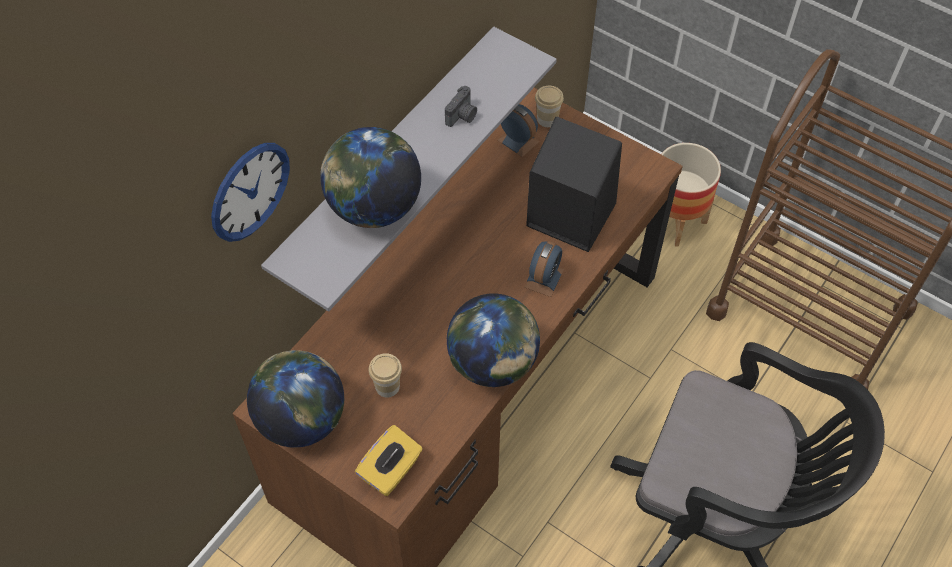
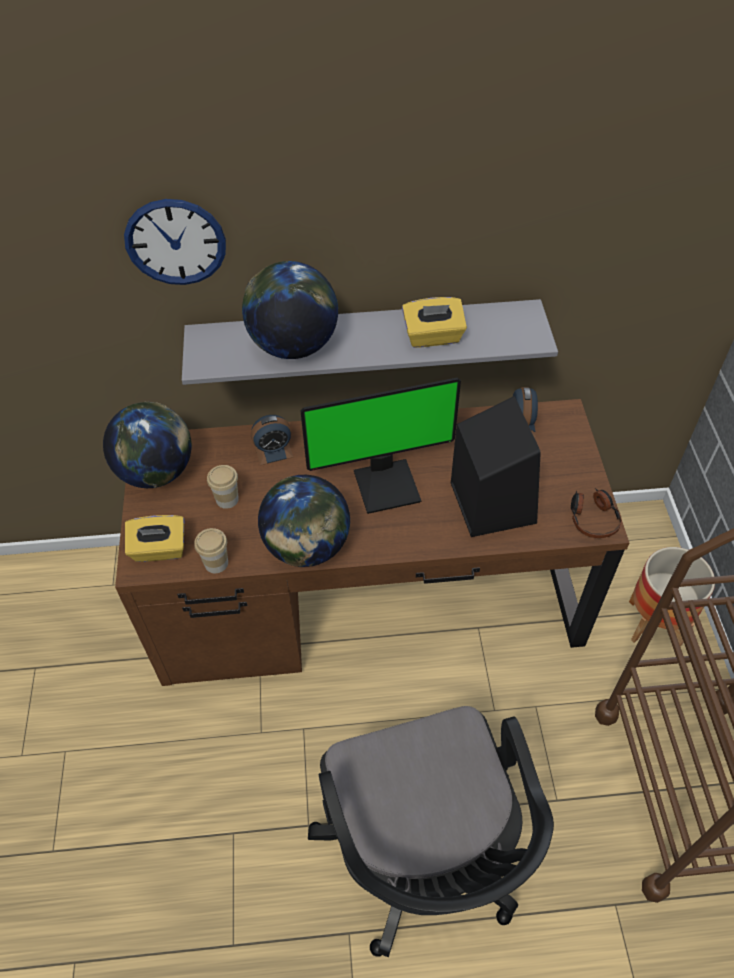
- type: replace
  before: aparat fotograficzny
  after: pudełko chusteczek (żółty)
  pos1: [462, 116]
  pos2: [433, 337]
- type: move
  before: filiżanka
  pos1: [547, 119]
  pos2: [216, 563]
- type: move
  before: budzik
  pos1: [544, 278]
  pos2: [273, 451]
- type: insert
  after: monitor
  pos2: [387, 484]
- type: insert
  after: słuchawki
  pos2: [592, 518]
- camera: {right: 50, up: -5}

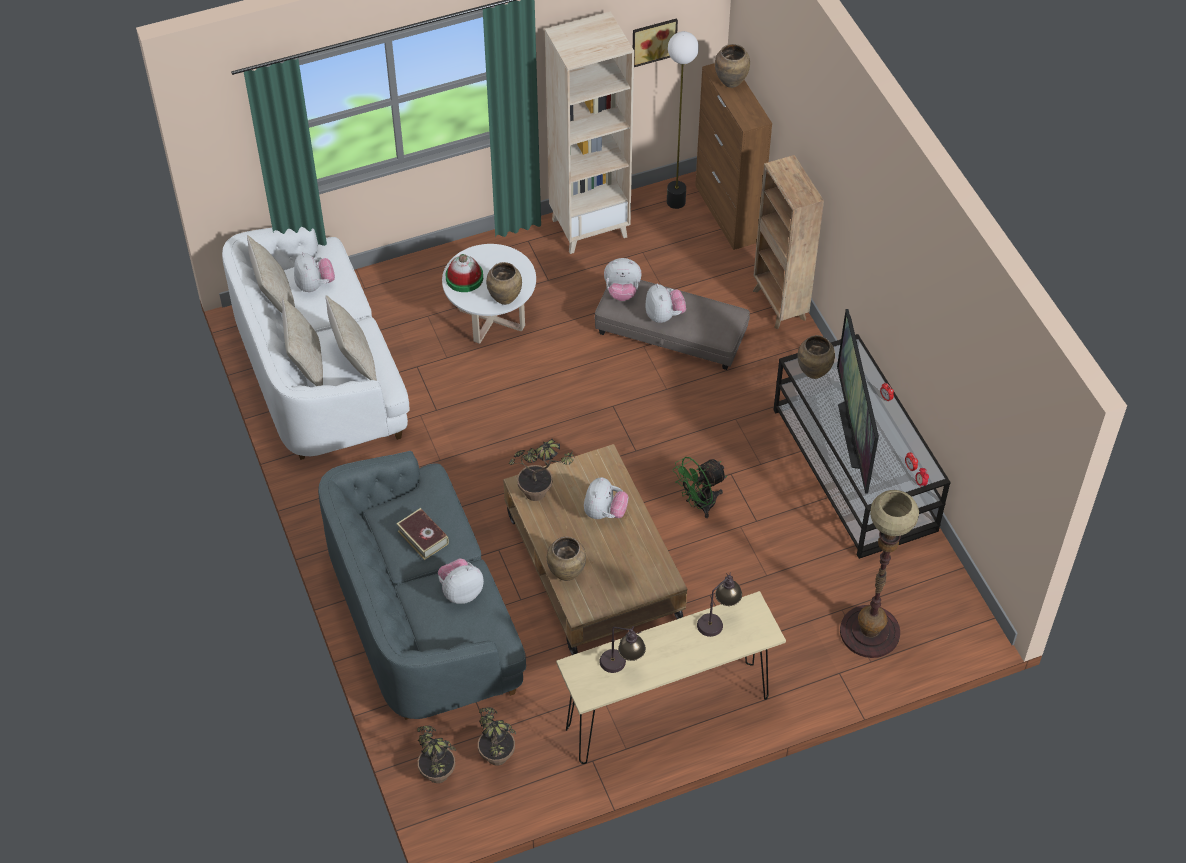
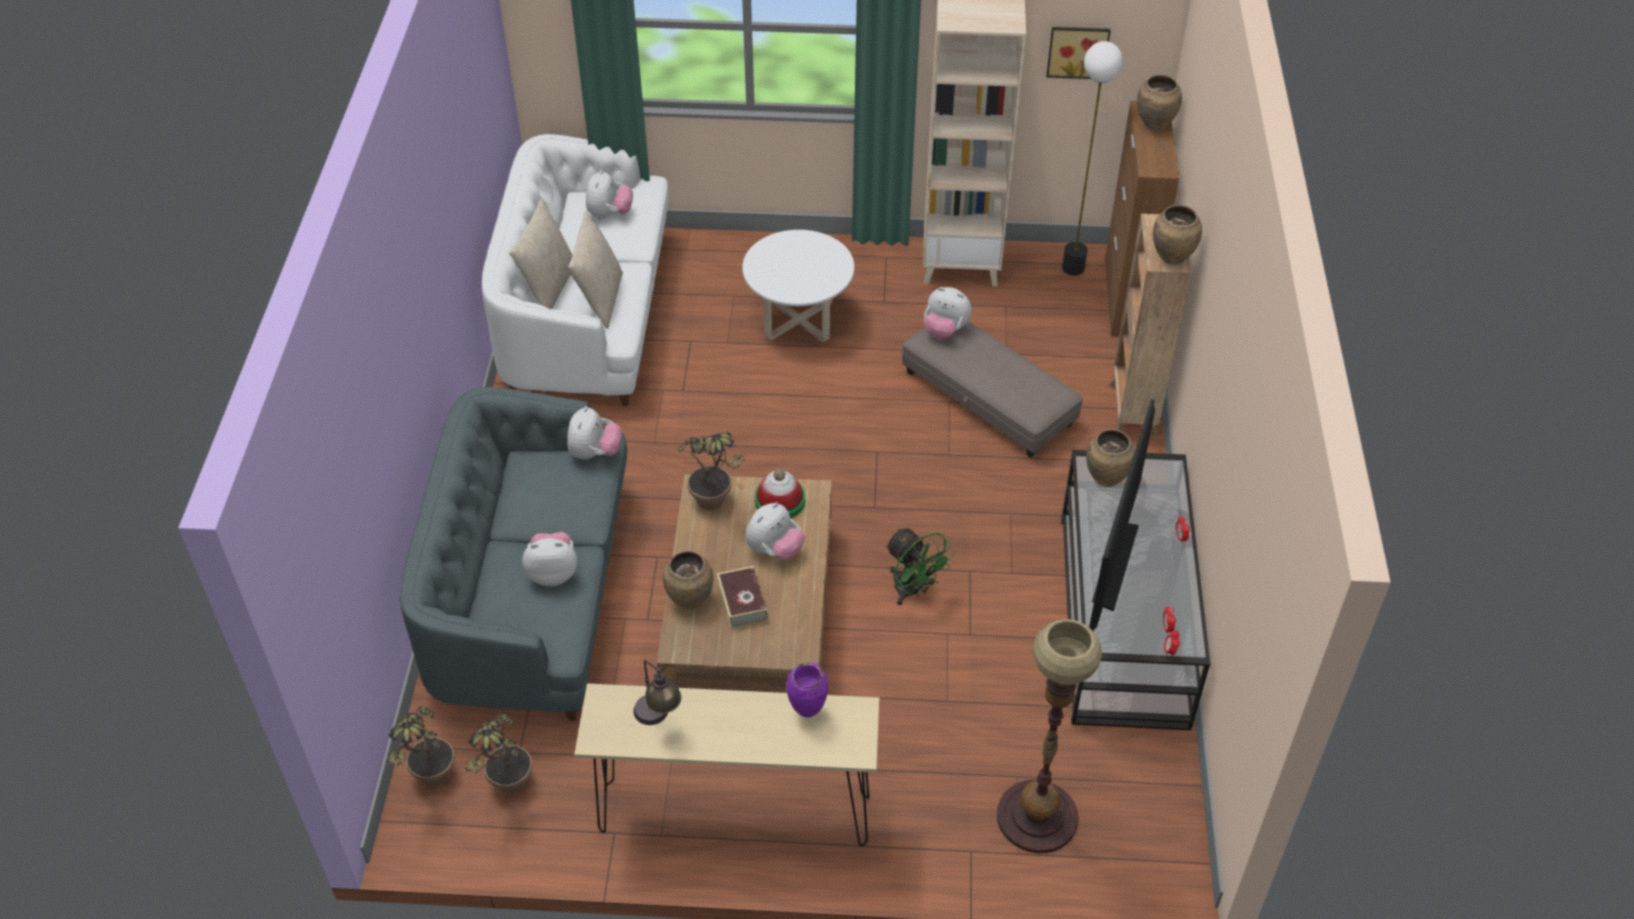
- type: delete
  before: poduszka (beżowy)
  pos1: [276, 301]
- type: move
  before: kapelusz
  pos1: [464, 278]
  pos2: [780, 501]
- type: move
  before: wazon (brązowy)
  pos1: [505, 298]
  pos2: [1172, 257]
- type: move
  before: pluszak
  pos1: [664, 316]
  pos2: [595, 453]
- type: rotate
  before: wentylator (zielony)
  pos1: [699, 504]
  pos2: [913, 591]
  turn: -120
- type: move
  before: książka
  pos1: [423, 537]
  pos2: [742, 602]
- type: replace
  before: lampa stołowa
  after: wazon (fioletowy)
  pos1: [718, 620]
  pos2: [806, 712]
- camera: {right: 25, up: -5}

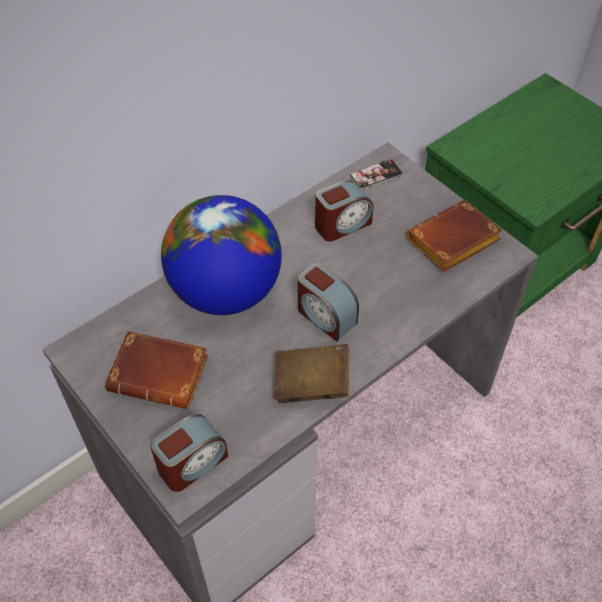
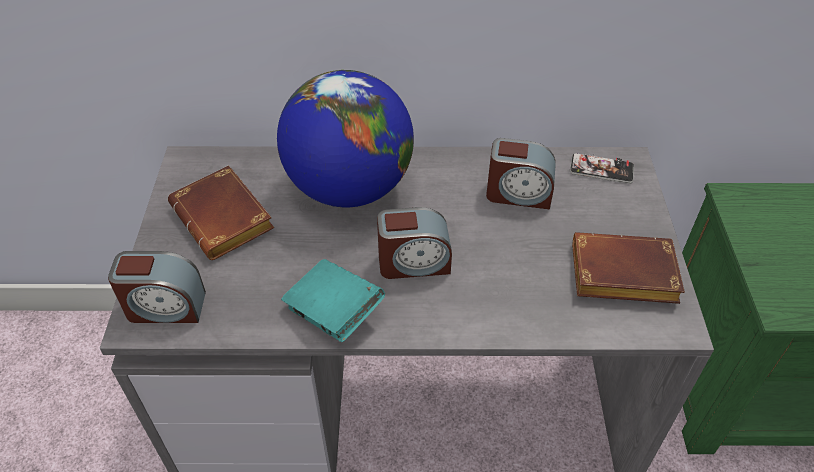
- type: rotate
  before: budzik
  pos1: [325, 316]
  pos2: [414, 263]
  turn: -90
- type: recolor
  before: książka (brązowy)
  after: książka (turkusowy)
  pos1: [311, 384]
  pos2: [334, 313]
- camera: {right: 40, up: -5}

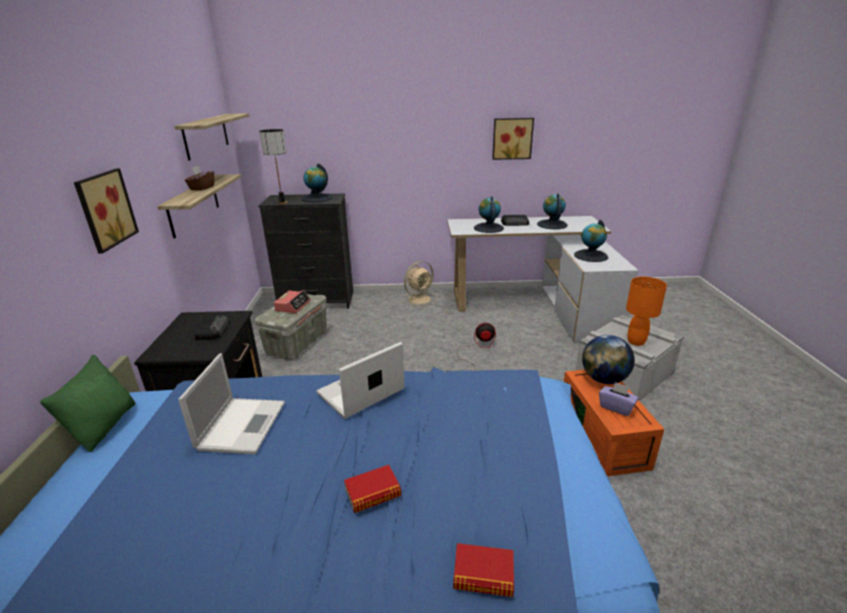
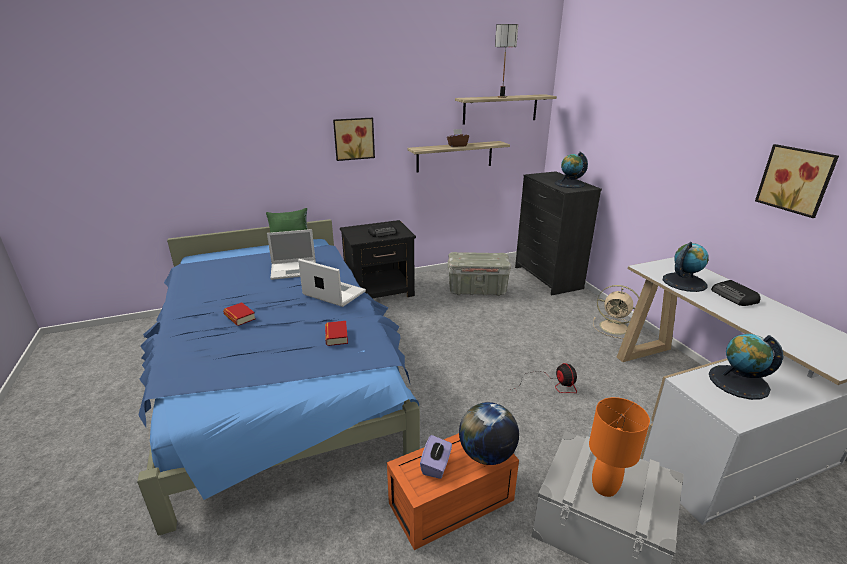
- type: move
  before: lampa stołowa
  pos1: [282, 203]
  pos2: [502, 97]
- type: delete
  before: globus
  pos1: [552, 224]
- type: delete
  before: budzik
  pos1: [293, 306]
- type: move
  before: książka
  pos1: [483, 575]
  pos2: [336, 336]
- camera: {right: 70, up: 0}

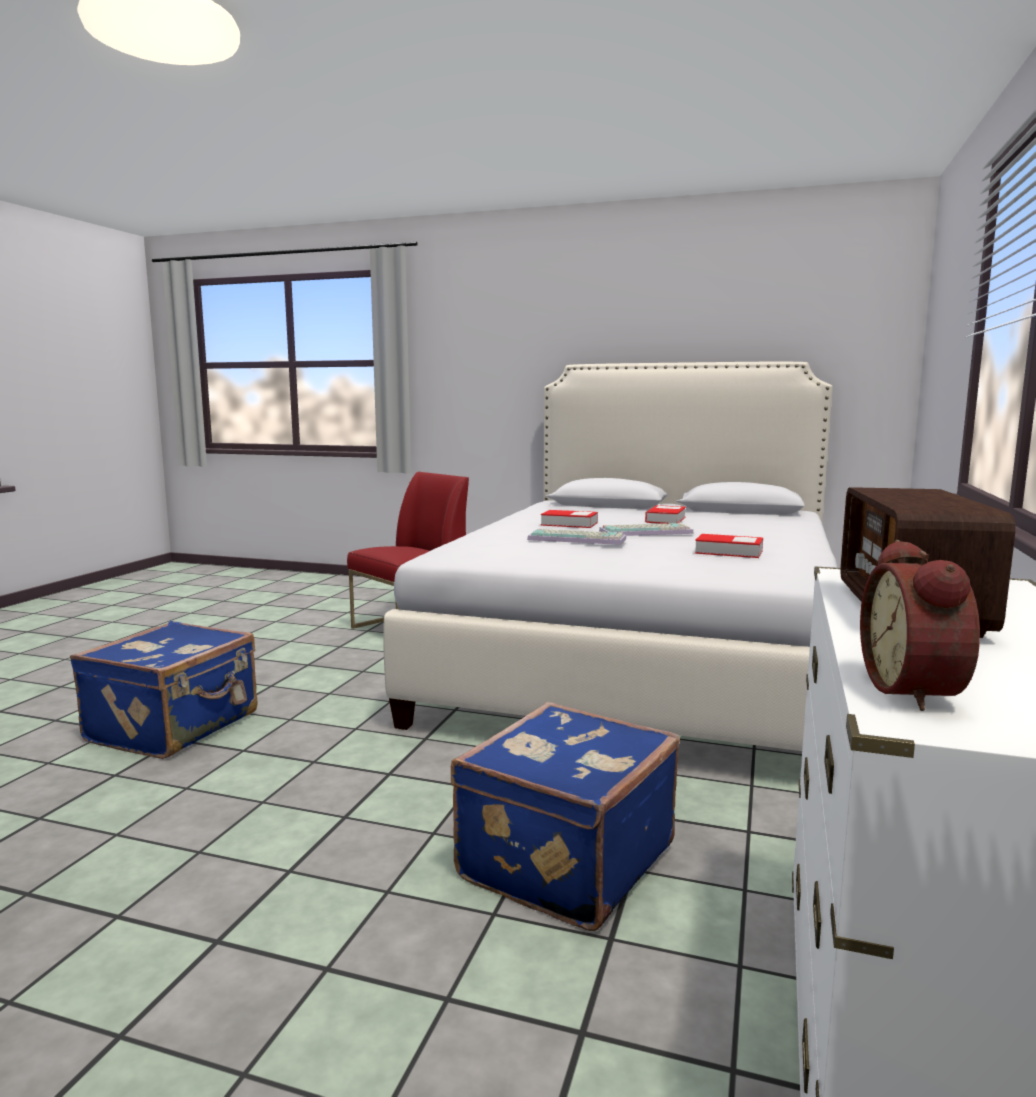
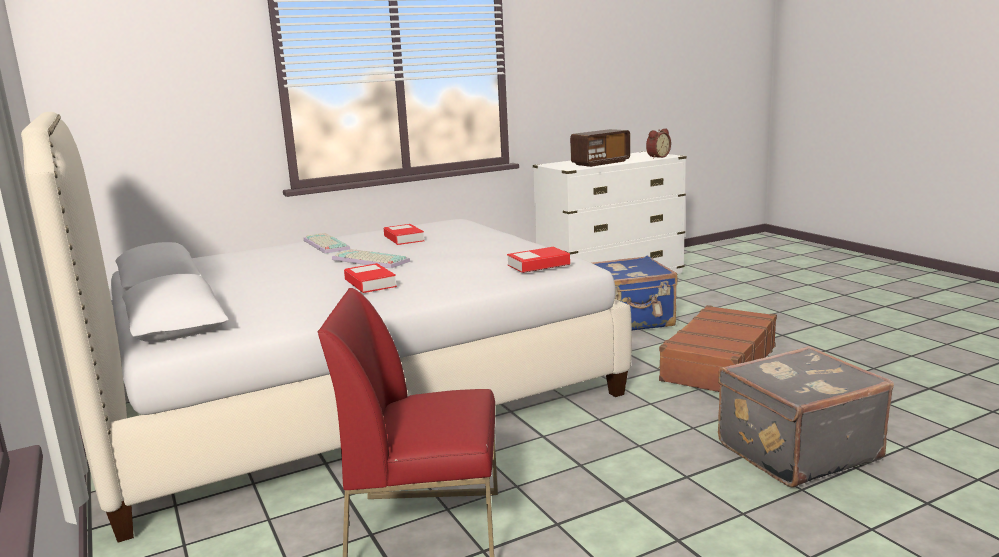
- type: move
  before: książka
  pos1: [665, 519]
  pos2: [538, 265]
- type: move
  before: klawiatura
  pos1: [578, 539]
  pos2: [324, 244]
- type: recolor
  before: walizka (niebieski)
  after: walizka (szary)
  pos1: [176, 727]
  pos2: [795, 450]
- type: insert
  after: walizka (brązowy)
  pos2: [718, 363]
- camera: {right: -135, up: 5}

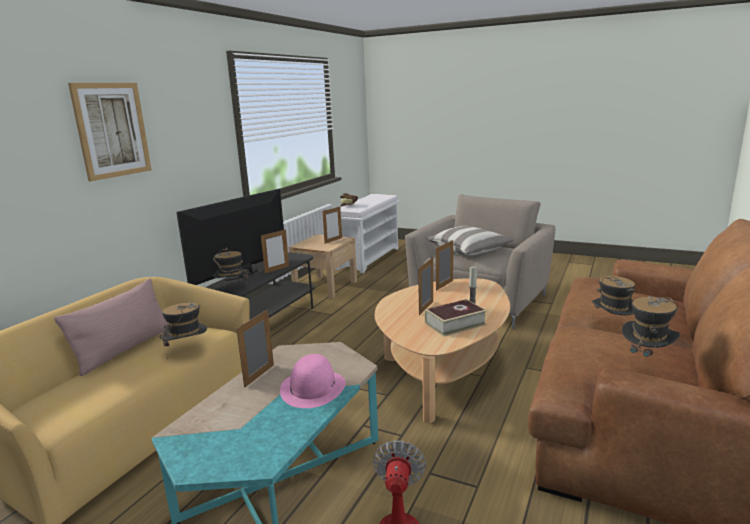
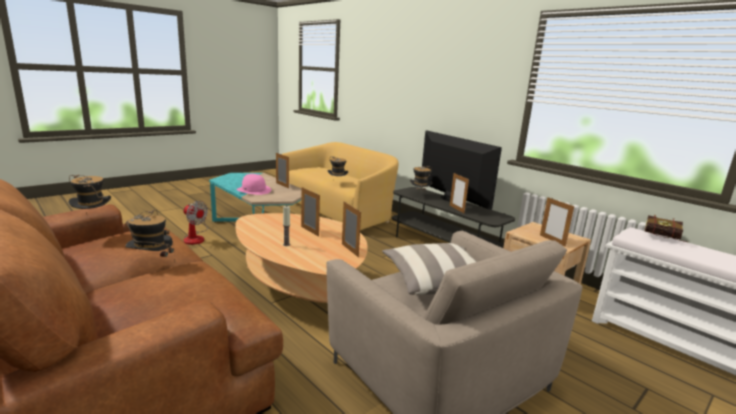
- type: delete
  before: obraz
  pos1: [112, 130]
- type: delete
  before: poduszka (różowy)
  pos1: [125, 349]
- type: delete
  before: książka
  pos1: [455, 324]
- camera: {right: 110, up: 0}

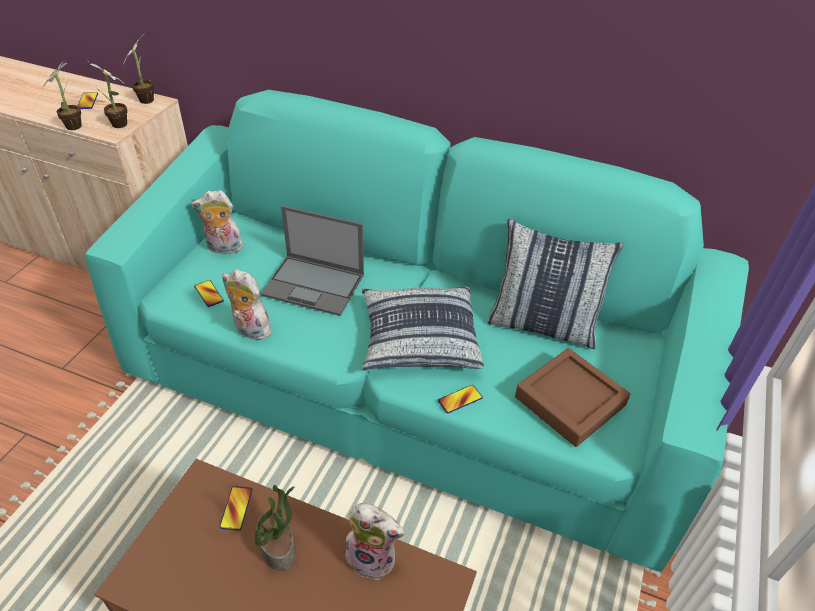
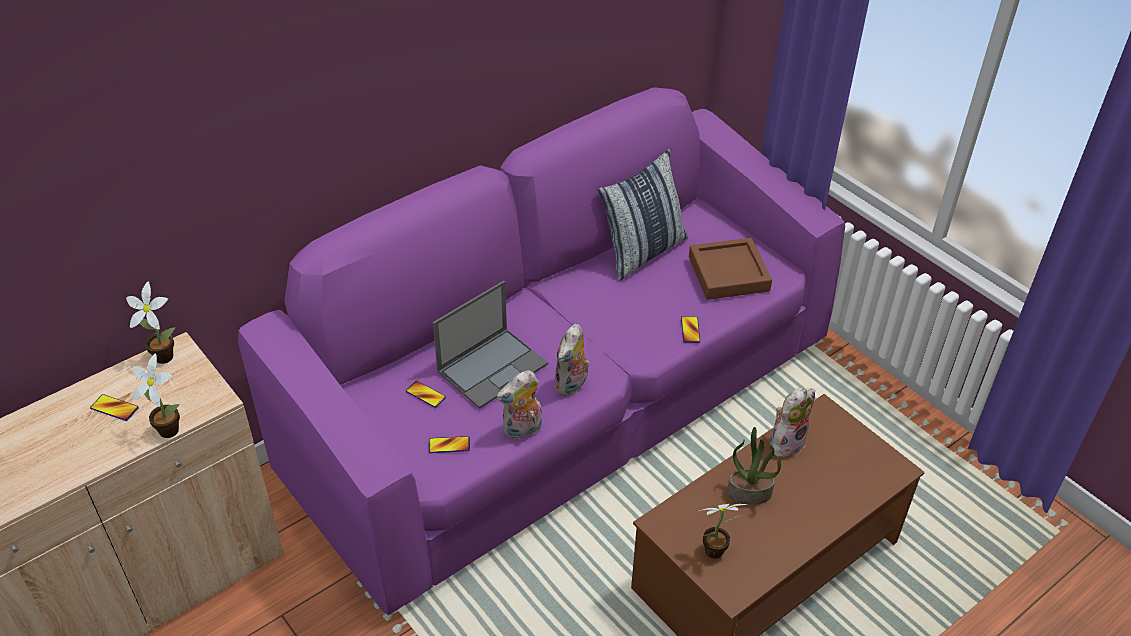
- type: move
  before: roślina doniczkowa
  pos1: [120, 125]
  pos2: [717, 551]
- type: recolor
  before: kanapa (turkusowy)
  after: kanapa (fioletowy)
  pos1: [405, 387]
  pos2: [563, 402]
- type: move
  before: pluszak
  pos1: [223, 248]
  pos2: [572, 385]
- type: delete
  before: poduszka
  pos1: [419, 338]
- type: move
  before: telefon
  pos1: [236, 508]
  pos2: [425, 395]
- camera: {right: -60, up: 0}

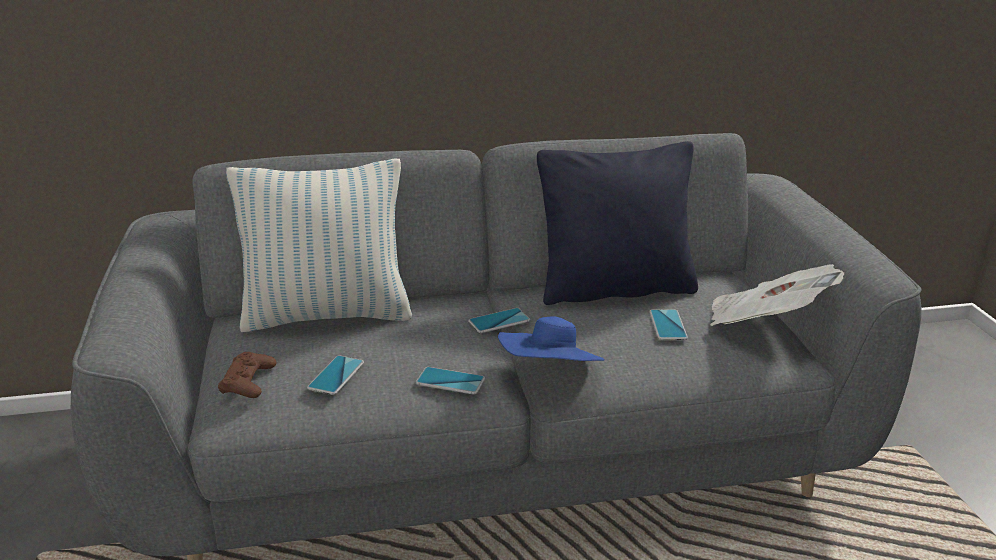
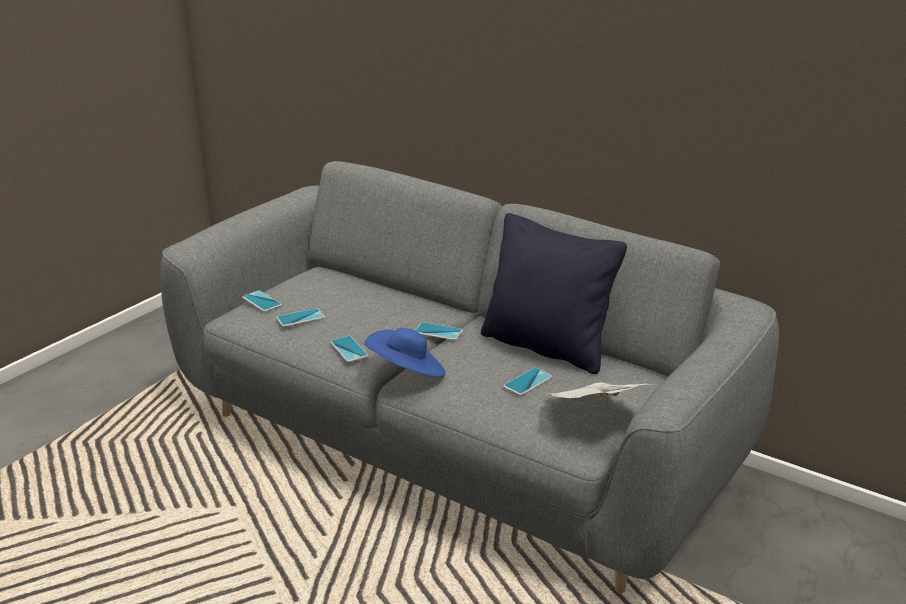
- type: delete
  before: poduszka
  pos1: [327, 315]
- type: replace
  before: pad do gier (brązowy)
  after: telefon
  pos1: [248, 381]
  pos2: [261, 301]
- camera: {right: 45, up: 0}

